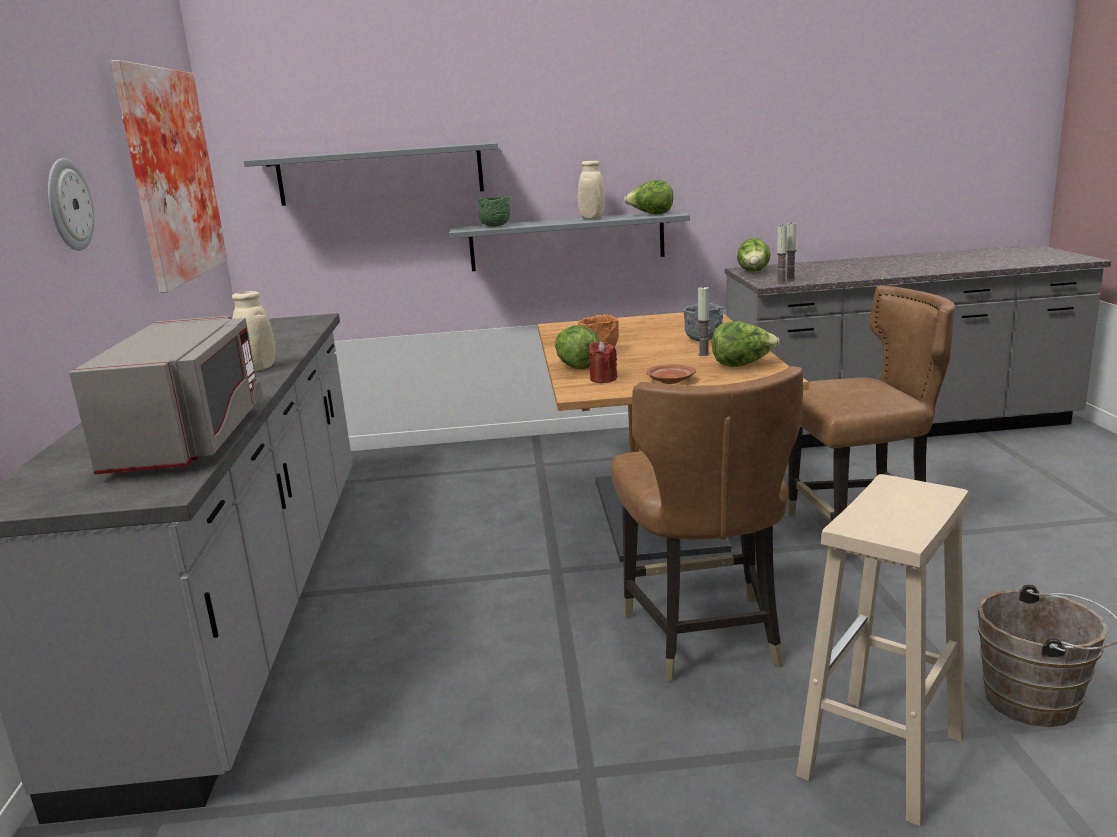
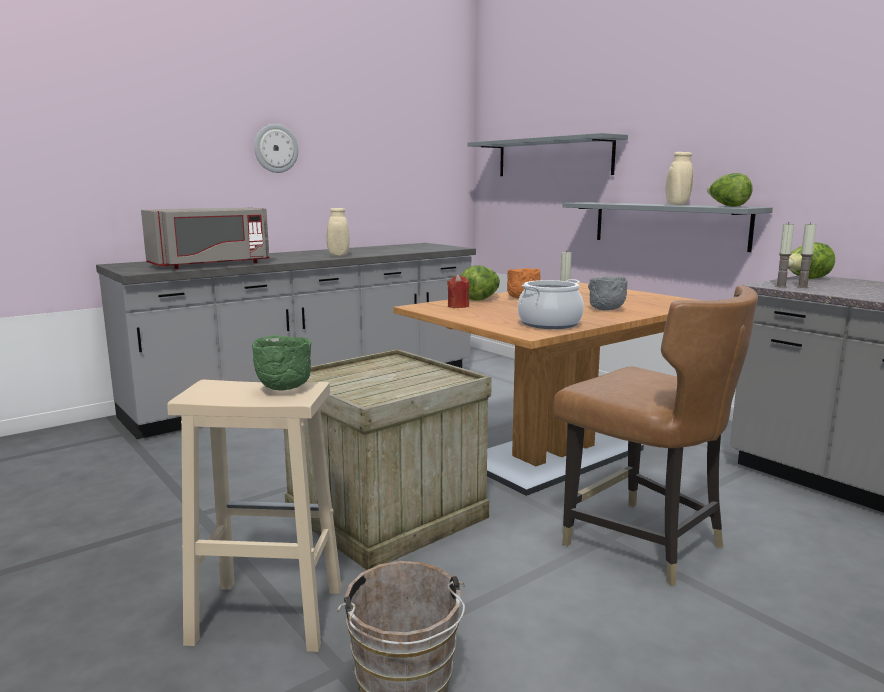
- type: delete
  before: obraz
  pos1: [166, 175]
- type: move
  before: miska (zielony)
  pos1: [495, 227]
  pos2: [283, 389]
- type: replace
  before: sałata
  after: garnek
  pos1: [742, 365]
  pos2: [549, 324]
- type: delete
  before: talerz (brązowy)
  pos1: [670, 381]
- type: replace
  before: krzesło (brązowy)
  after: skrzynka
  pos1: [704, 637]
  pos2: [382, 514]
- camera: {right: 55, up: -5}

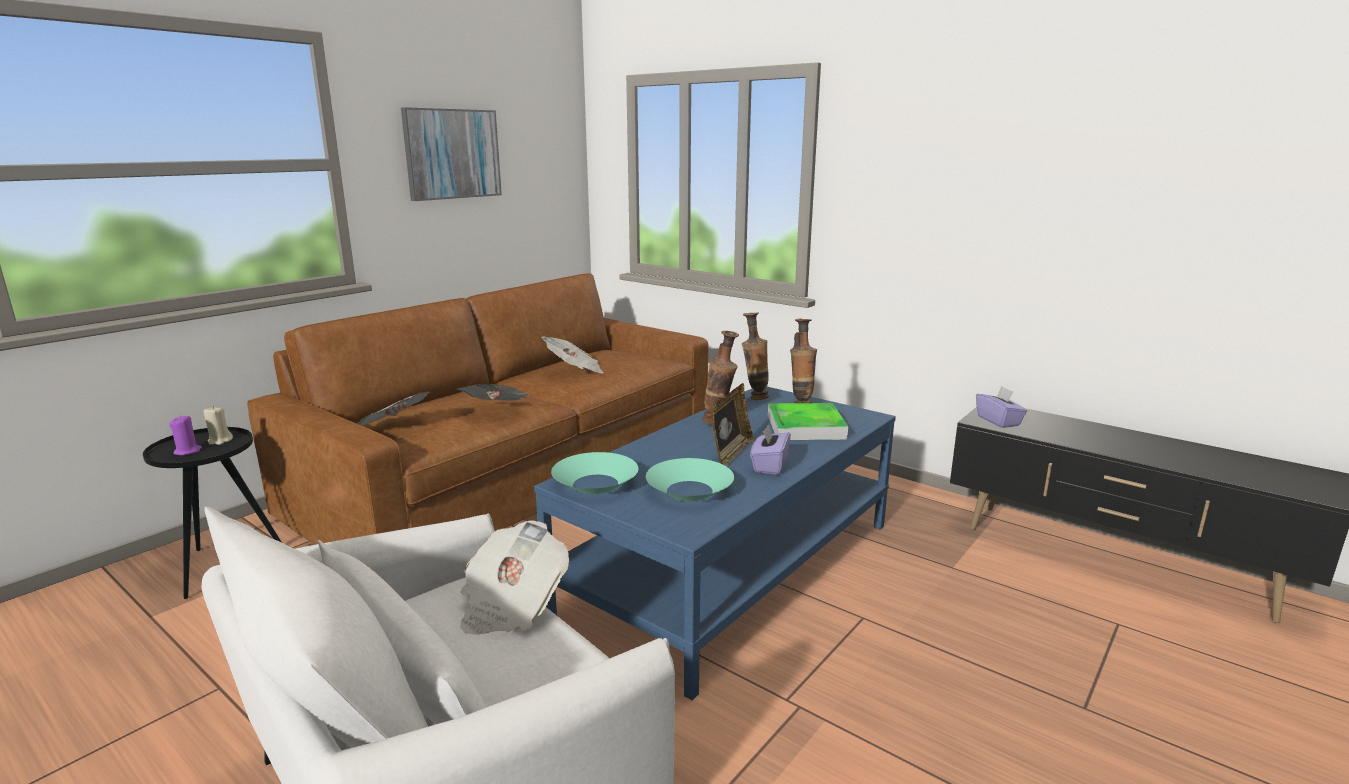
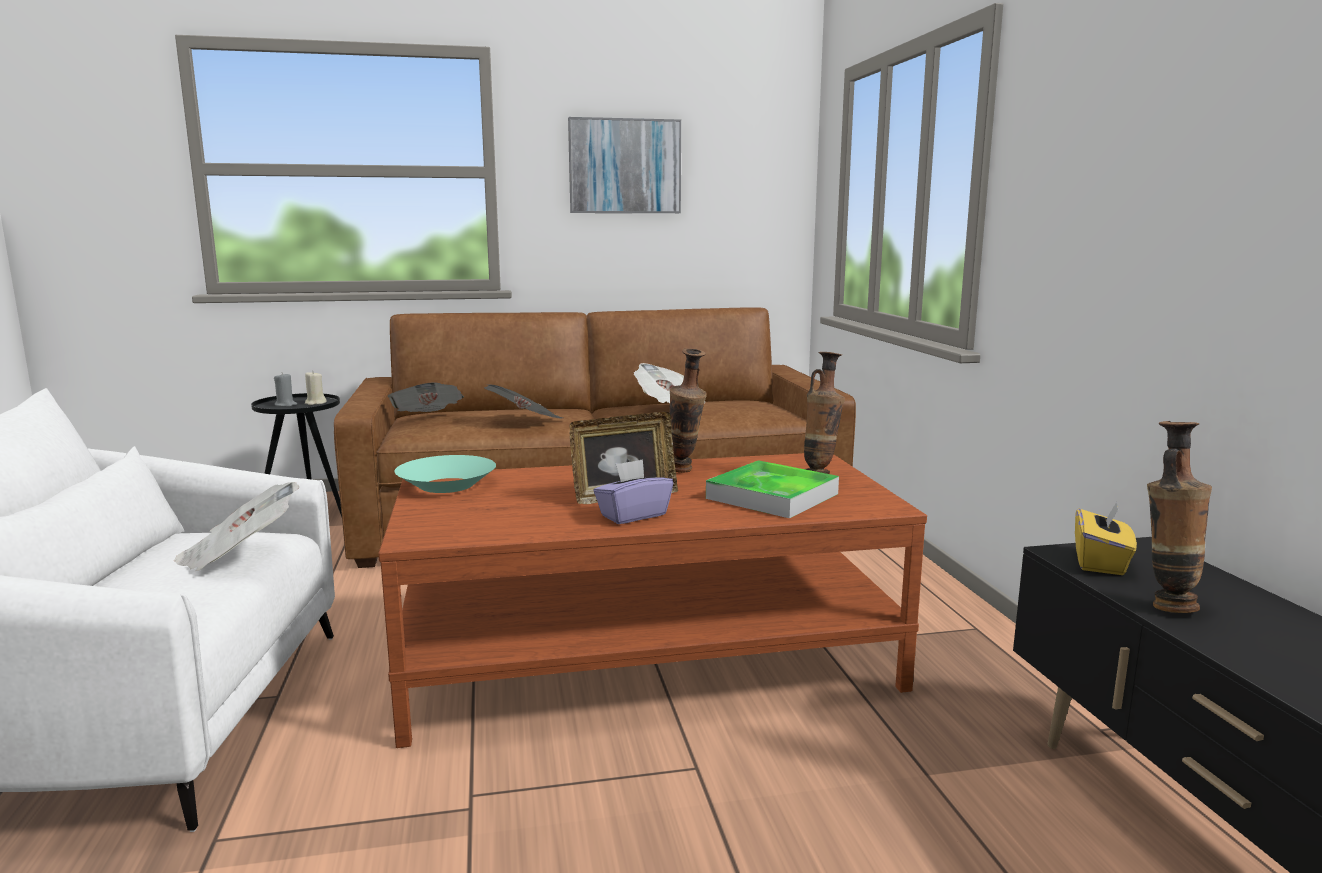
- type: move
  before: wazon
  pos1: [754, 397]
  pos2: [1165, 604]
- type: recolor
  before: pudełko chusteczek (fioletowy)
  after: pudełko chusteczek (żółty)
  pos1: [998, 421]
  pos2: [1100, 562]
- type: recolor
  before: ława (niebieski)
  after: ława (brązowy)
  pos1: [732, 567]
  pos2: [648, 658]
- type: recolor
  before: świeca (fioletowy)
  after: świeca (szary)
  pos1: [188, 451]
  pos2: [285, 405]
- type: delete
  before: miska (turkusowy)
  pos1: [689, 491]
- camera: {right: 40, up: -5}

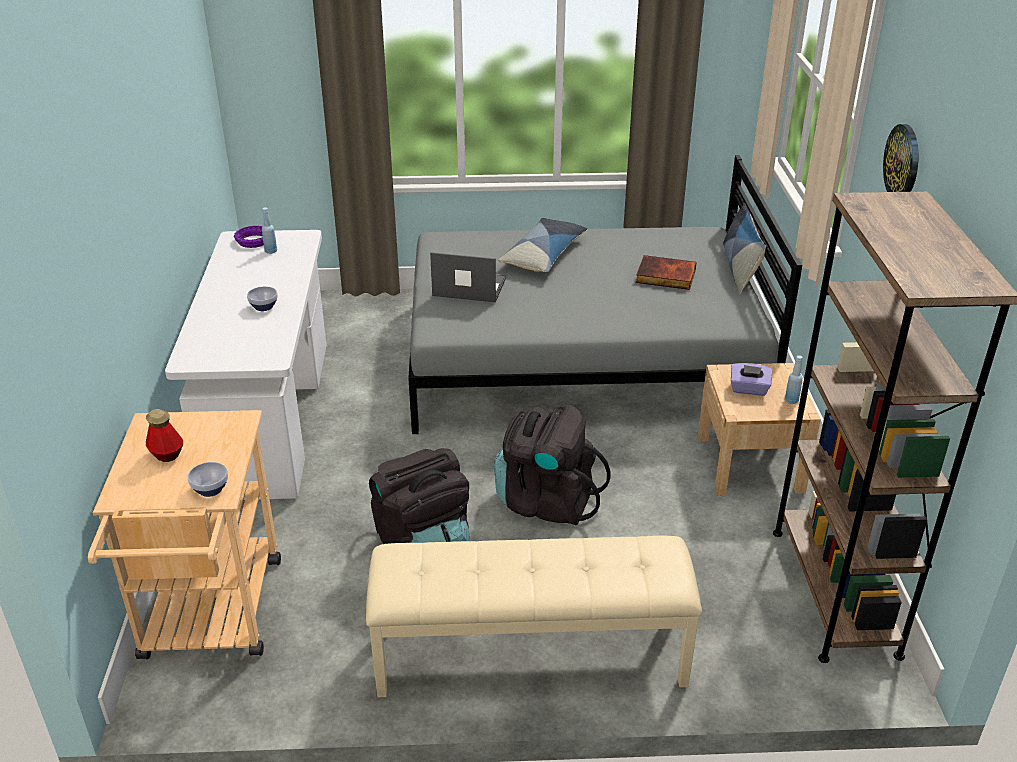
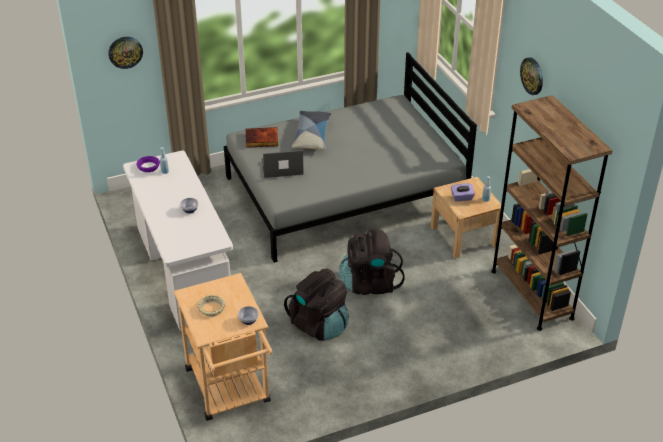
- type: delete
  before: poduszka
  pos1: [740, 268]
- type: move
  before: książka
  pos1: [665, 276]
  pos2: [261, 139]
- type: replace
  before: butelka
  after: miska (beżowy)
  pos1: [167, 454]
  pos2: [211, 308]
- type: delete
  before: ławka (beżowy)
  pos1: [530, 657]
- type: insert
  after: zegar ścienny
  pos2: [125, 52]
- camera: {right: -20, up: 5}

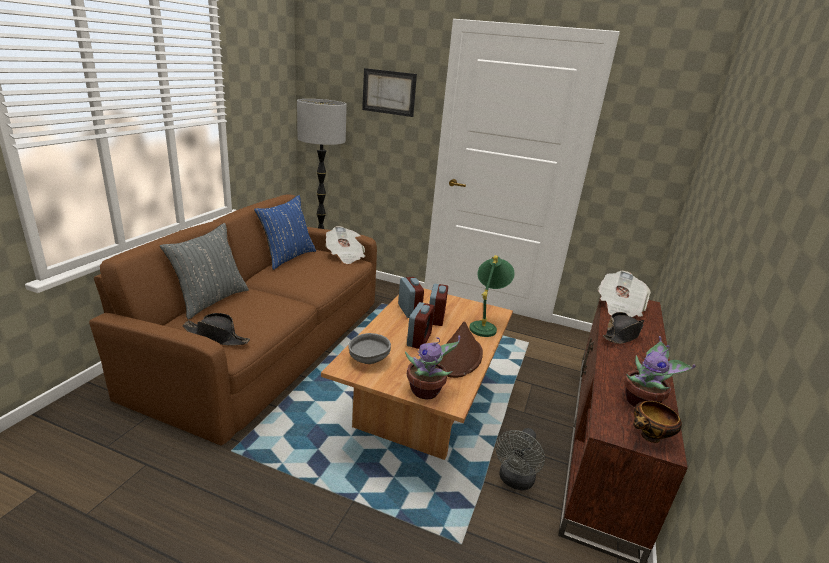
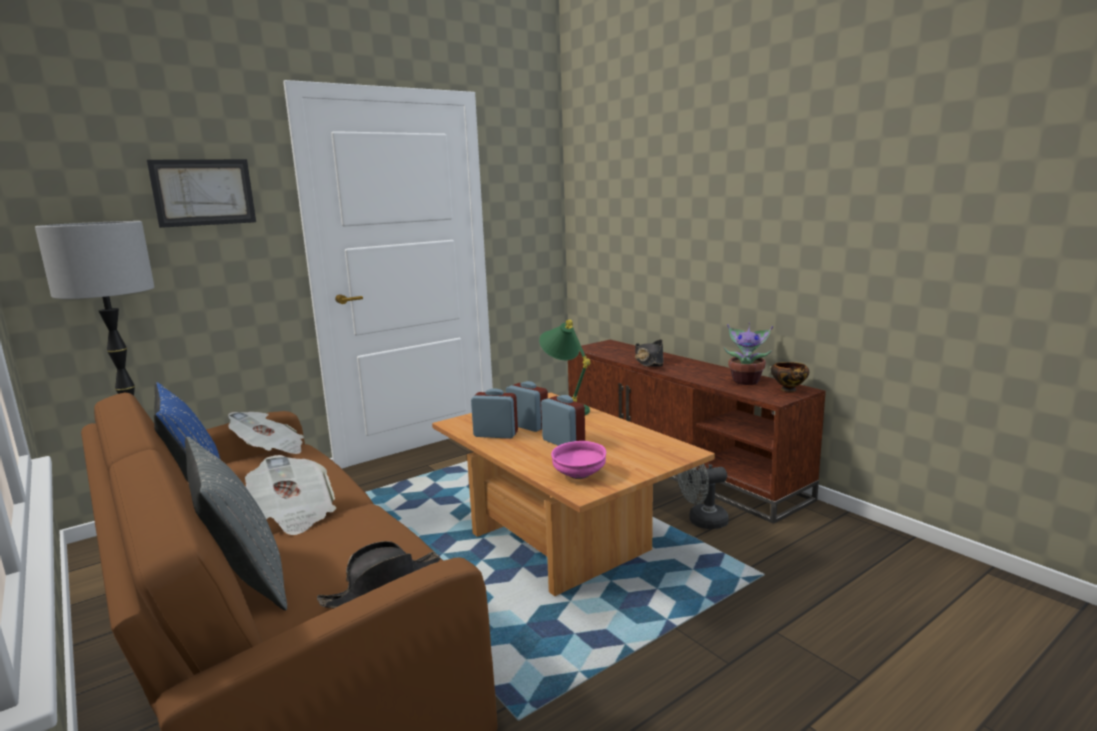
- type: move
  before: gazeta
  pos1: [619, 307]
  pos2: [294, 515]
- type: delete
  before: kapelusz (brązowy)
  pos1: [459, 358]
- type: recolor
  before: miska (szary)
  after: miska (różowy)
  pos1: [368, 360]
  pos2: [578, 475]
- type: delete
  before: roślina doniczkowa
  pos1: [426, 392]
- type: rotate
  before: wentylator (szary)
  pos1: [515, 481]
  pos2: [702, 522]
  turn: 105
- camera: {right: -55, up: -10}

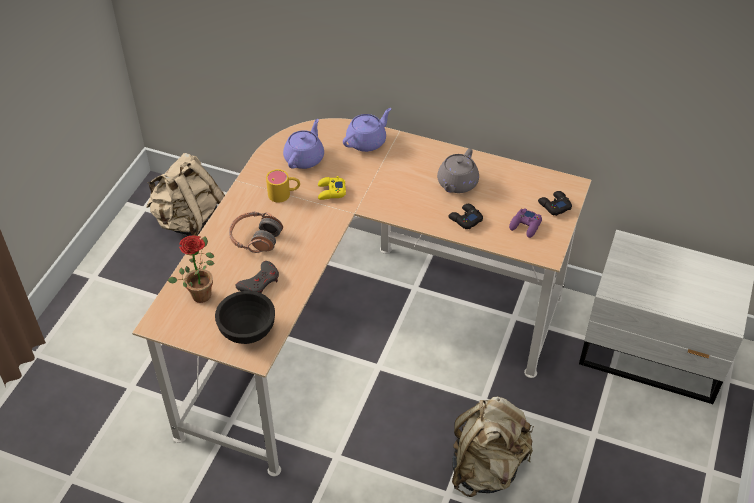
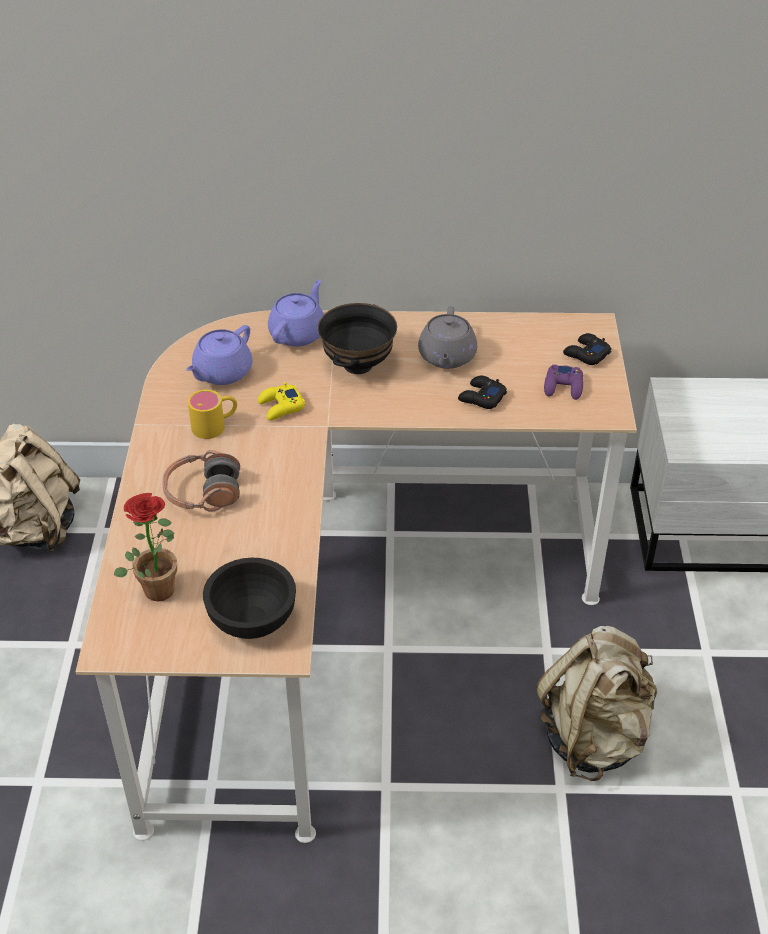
- type: rotate
  before: imbryk (fioletowy)
  pos1: [304, 158]
  pos2: [221, 373]
  turn: -150
- type: delete
  before: pad do gier (szary)
  pos1: [260, 282]
- type: insert
  after: miska (czarny)
  pos2: [357, 364]
- camera: {right: -20, up: -5}

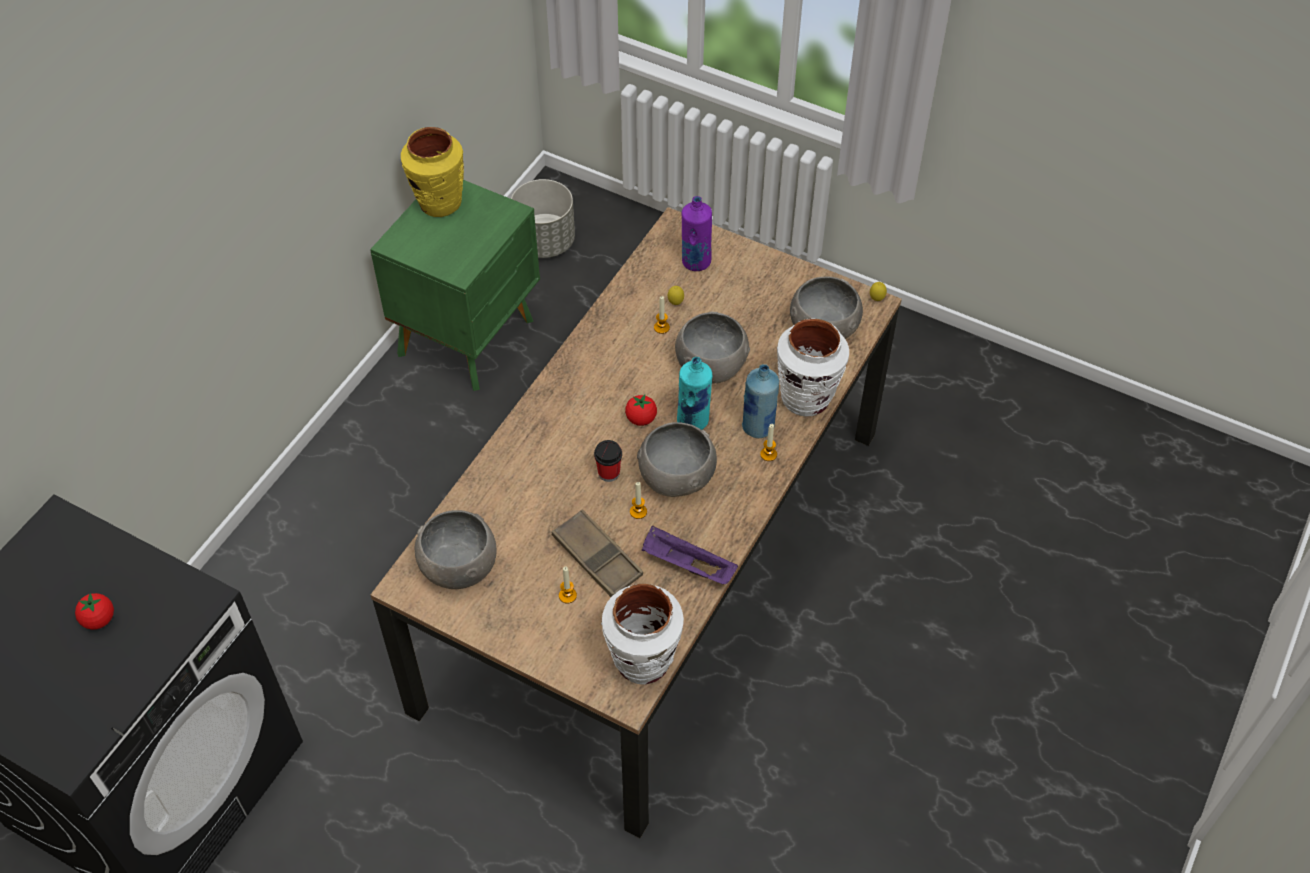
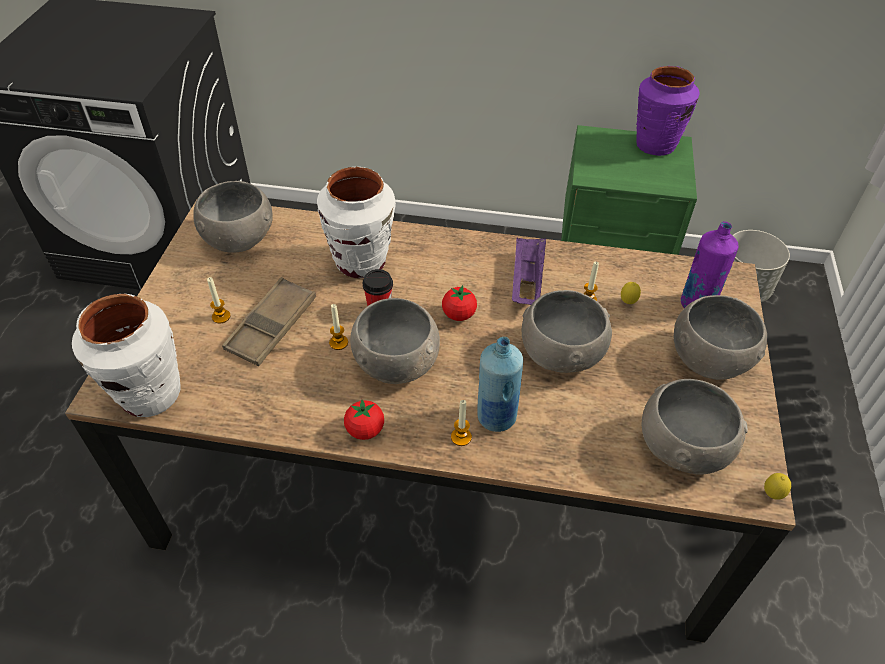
- type: recolor
  before: wazon (żółty)
  after: wazon (fioletowy)
  pos1: [439, 203]
  pos2: [655, 145]
- type: move
  before: wazon (biały)
  pos1: [806, 398]
  pos2: [361, 262]
- type: delete
  before: butelka (turkusowy)
  pos1: [693, 421]
- type: move
  before: taca (fioletowy)
  pos1: [686, 565]
  pos2: [526, 281]
- type: move
  before: pomidor
  pos1: [99, 619]
  pos2: [365, 430]
- type: insert
  after: miska (szary)
  pos2: [708, 357]
- camera: {right: 70, up: -5}

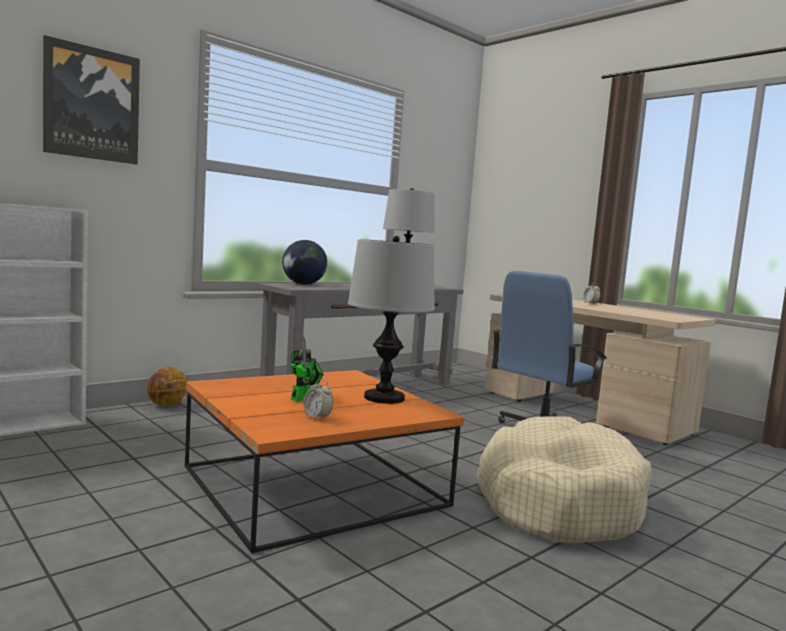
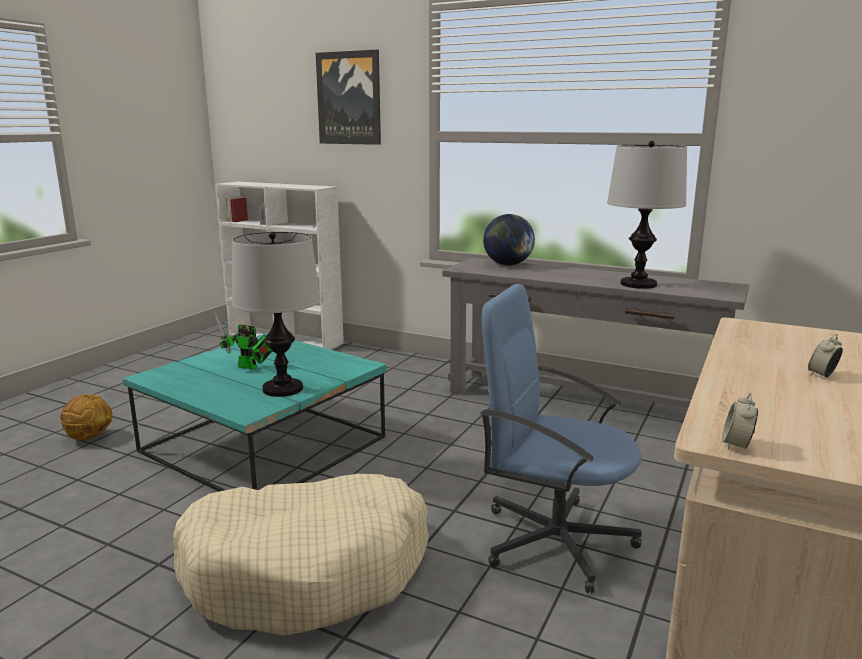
- type: move
  before: piłka do koszykówki
  pos1: [167, 405]
  pos2: [89, 437]
- type: recolor
  before: ława (pomarańczowy)
  after: ława (turkusowy)
  pos1: [316, 486]
  pos2: [263, 445]
- type: move
  before: budzik
  pos1: [317, 417]
  pos2: [736, 445]
- camera: {right: 70, up: 10}

